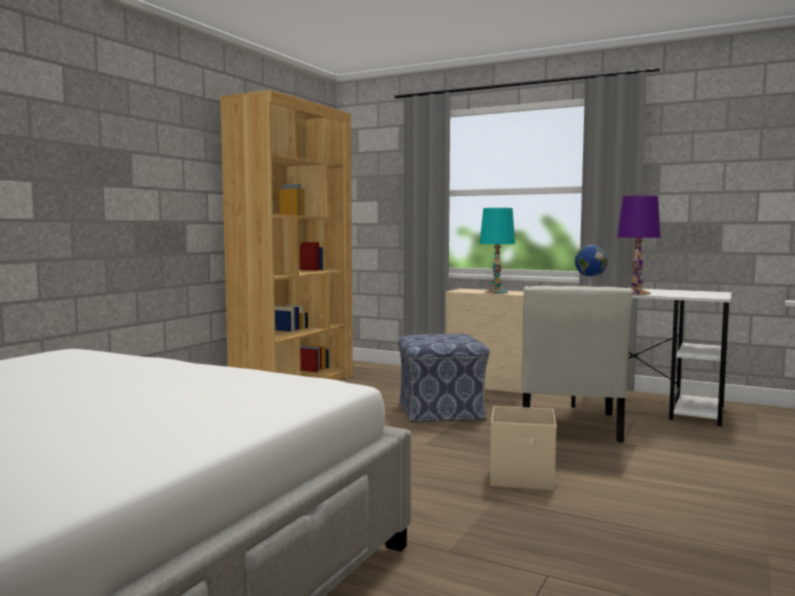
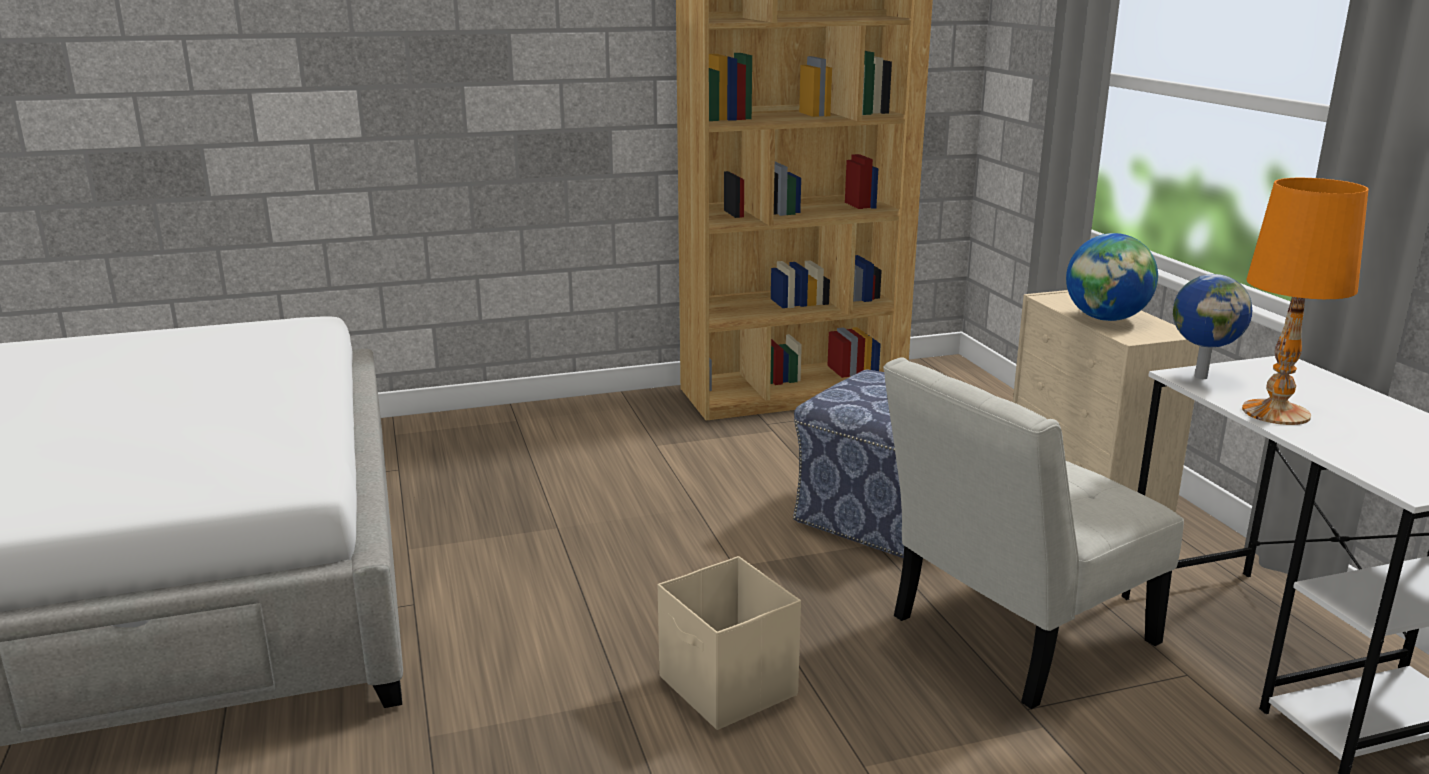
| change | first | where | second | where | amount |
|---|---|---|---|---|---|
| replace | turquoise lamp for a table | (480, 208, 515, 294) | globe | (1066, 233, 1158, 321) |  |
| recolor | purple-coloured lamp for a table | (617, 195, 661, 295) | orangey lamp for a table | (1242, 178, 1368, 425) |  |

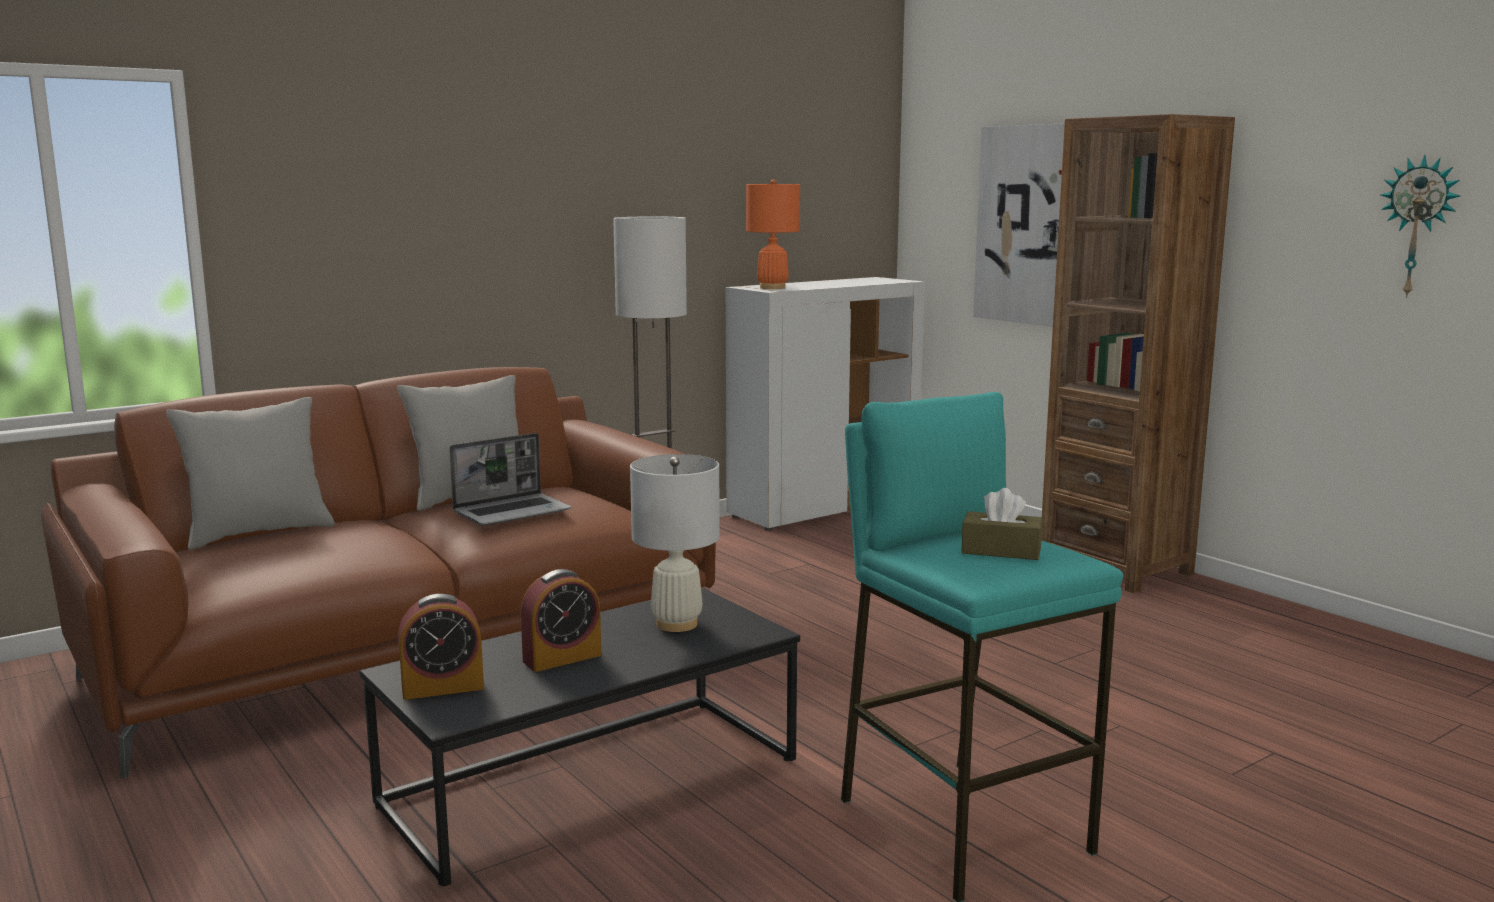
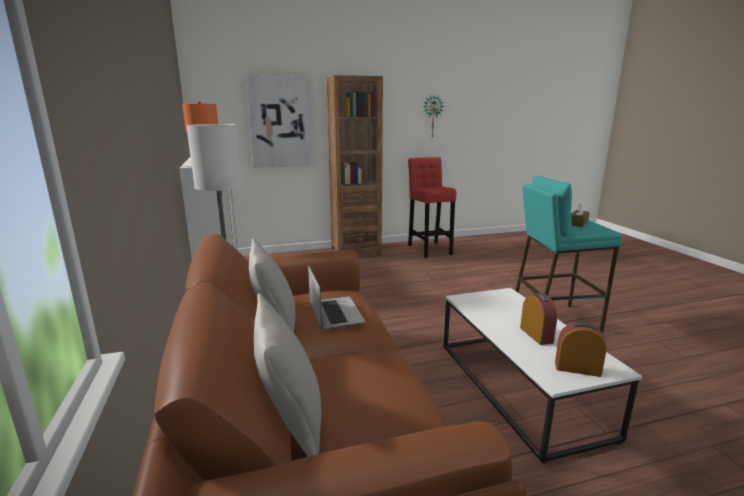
| change | first | where | second | where | amount |
|---|---|---|---|---|---|
| recolor | blackish lounge table | (360, 588, 800, 886) | whitish lounge table | (443, 288, 642, 464) |  |
| rotate | bedside clock | (398, 594, 484, 700) |  | (555, 321, 607, 377) | 75 degrees counterclockwise |
| delete | whitish lamp for a table | (630, 454, 720, 632) |  |  |  |
| insert |  |  | reddish sitting stool | (408, 157, 456, 258) |  |

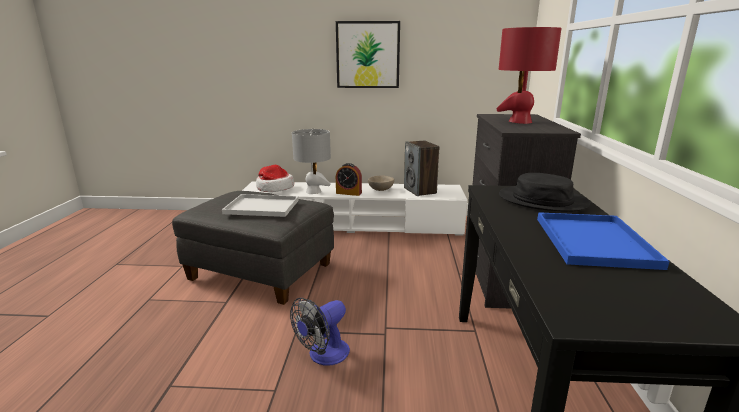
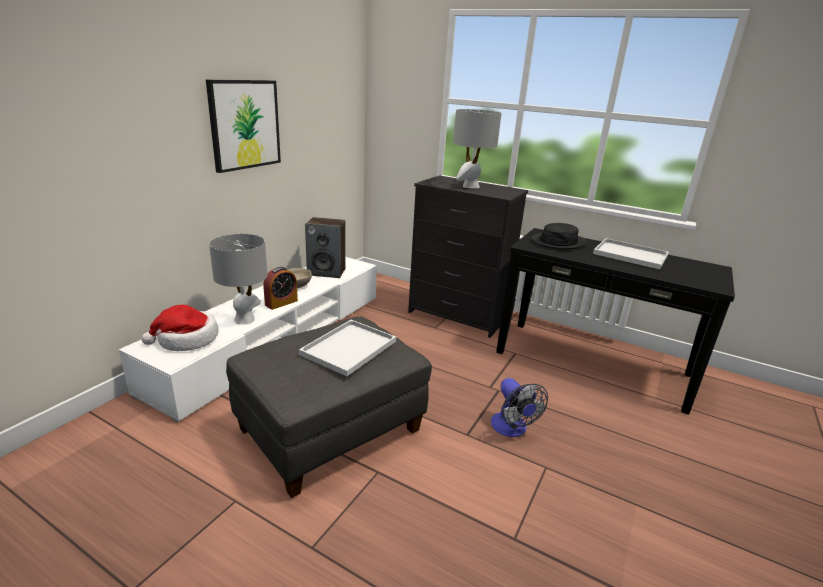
| change | first | where | second | where | amount |
|---|---|---|---|---|---|
| recolor | reddish lamp for a table | (496, 27, 562, 124) | grey lamp for a table | (453, 109, 502, 188) |  |
| recolor | bluish serving tray | (537, 212, 670, 270) | whitish serving tray | (593, 238, 669, 269) |  |

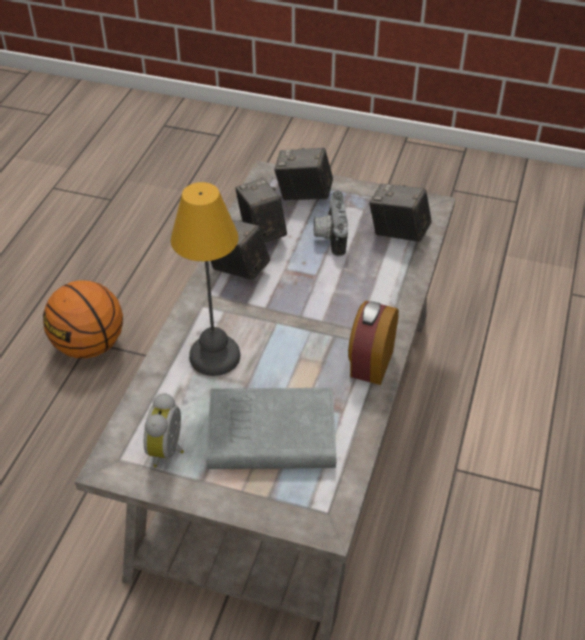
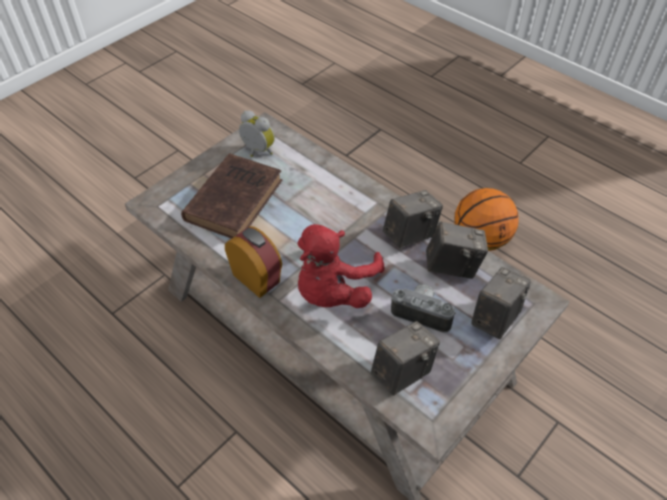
| change | first | where | second | where | amount |
|---|---|---|---|---|---|
| delete | lamp for a table | (171, 182, 240, 376) |  |  |  |
| recolor | grey volume | (206, 388, 337, 469) | brownish volume | (181, 153, 282, 239) |  |
| insert |  |  | reddish cuddly toy | (297, 224, 385, 308) |  |

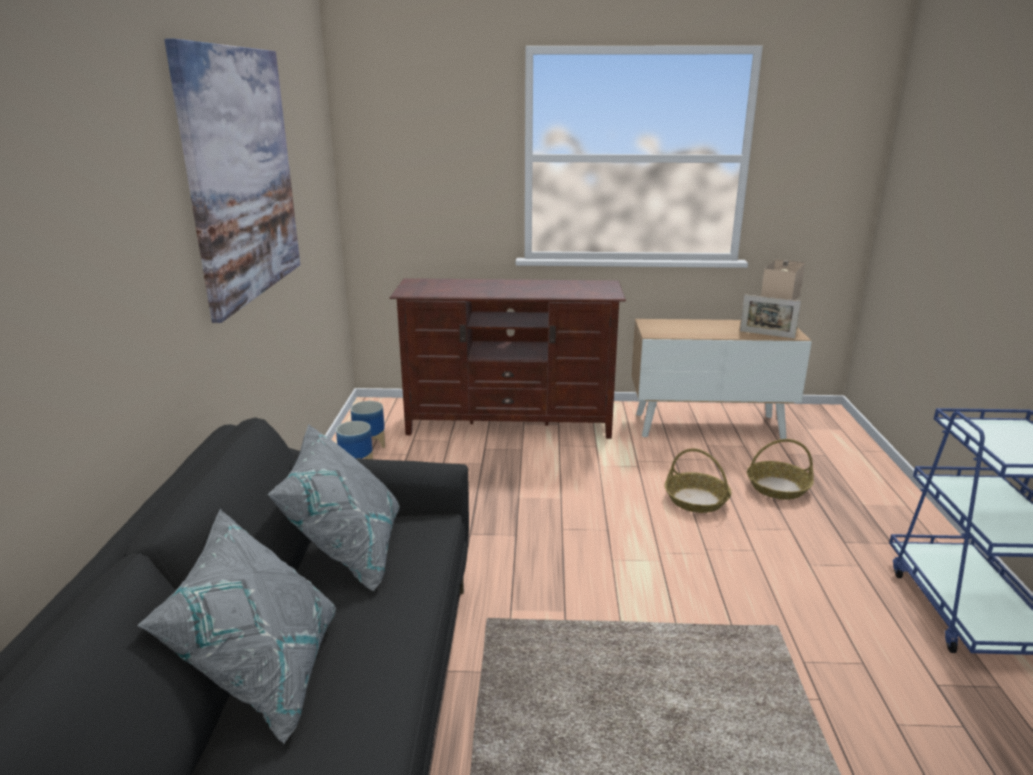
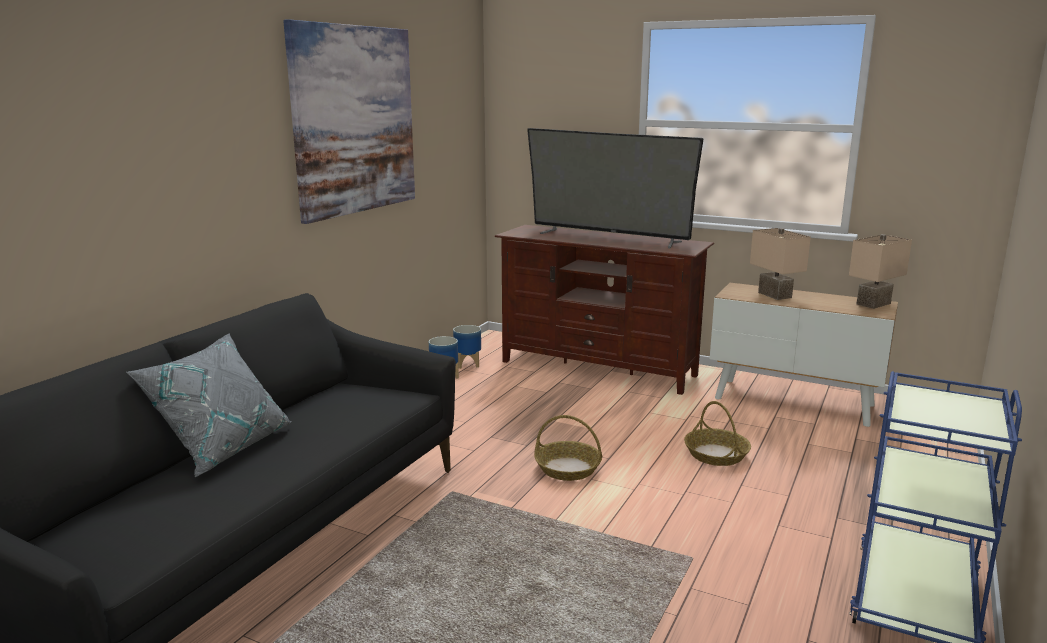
| change | first | where | second | where | amount |
|---|---|---|---|---|---|
| delete | grey pillow | (267, 424, 400, 592) |  |  |  |
| delete | standing frame | (740, 294, 801, 339) |  |  |  |
| move | storage basket | (747, 439, 814, 500) |  | (535, 415, 602, 481) |  |
| insert |  |  | TV set | (527, 128, 703, 248) |  |
| insert |  |  | beige-coloured lamp for a table | (750, 228, 811, 300) |  |

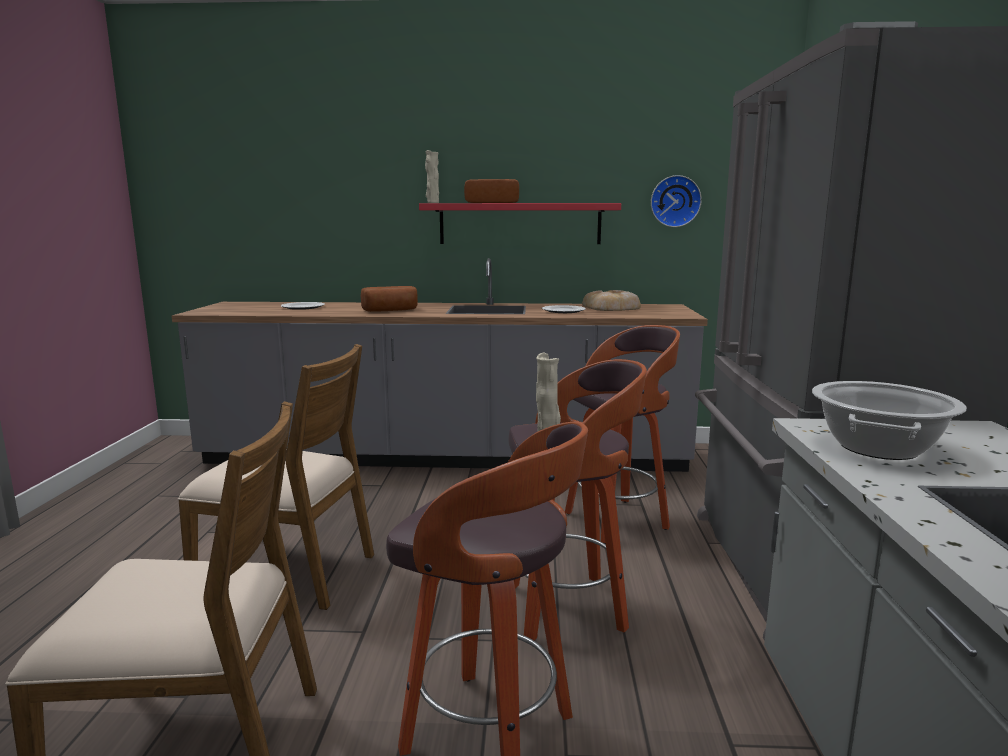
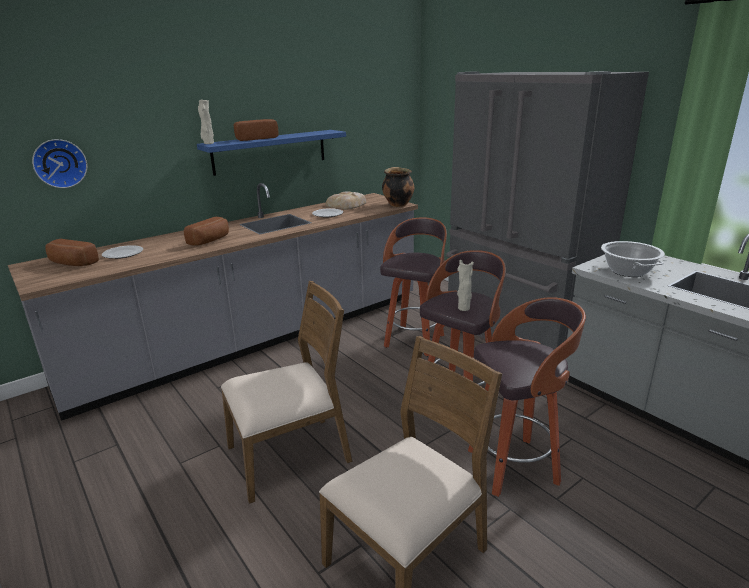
| change | first | where | second | where | amount |
|---|---|---|---|---|---|
| recolor | reddish shelf | (419, 203, 621, 244) | bluish shelf | (197, 130, 346, 176) |  |
| move | clock on the wall | (651, 175, 702, 227) |  | (32, 139, 87, 188) |  |
| insert |  |  | baked bread | (45, 239, 99, 266) |  |
| insert |  |  | stockpot | (382, 167, 414, 207) |  |

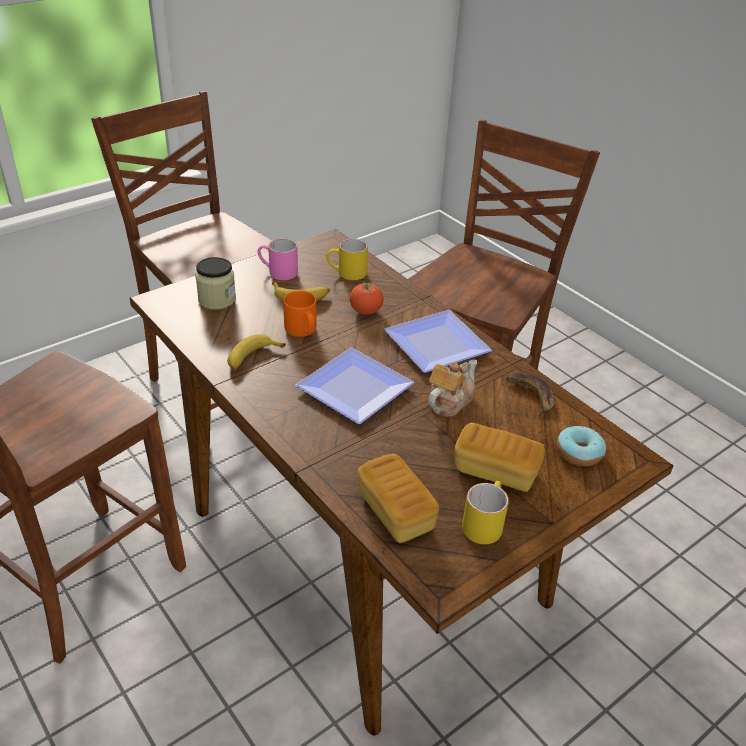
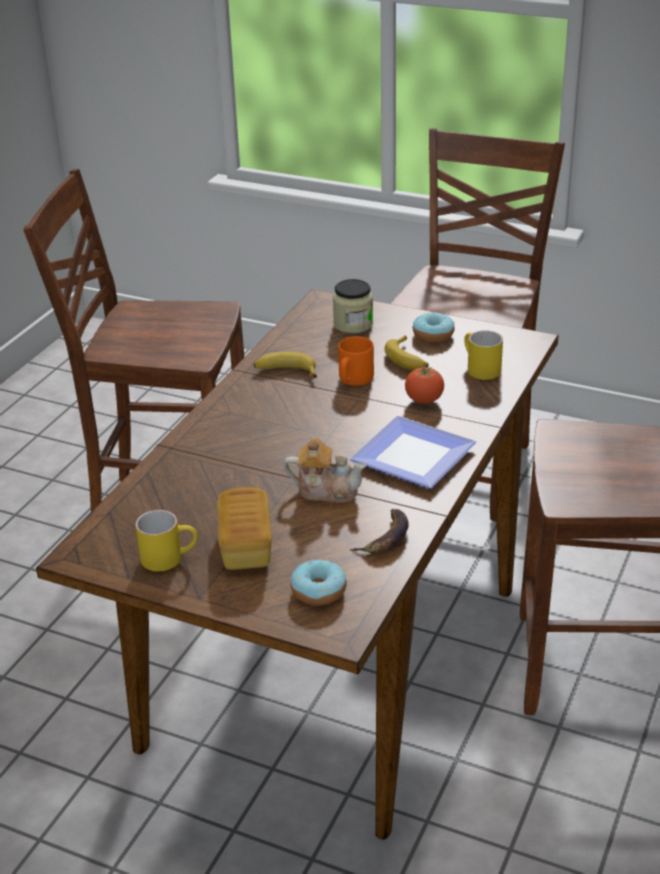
| change | first | where | second | where | amount |
|---|---|---|---|---|---|
| replace | pink mug | (258, 238, 298, 280) | doughnut | (413, 313, 455, 342) |  |
| delete | dinner plate | (295, 348, 414, 424) |  |  |  |
| delete | baked bread | (357, 454, 439, 543) |  |  |  |

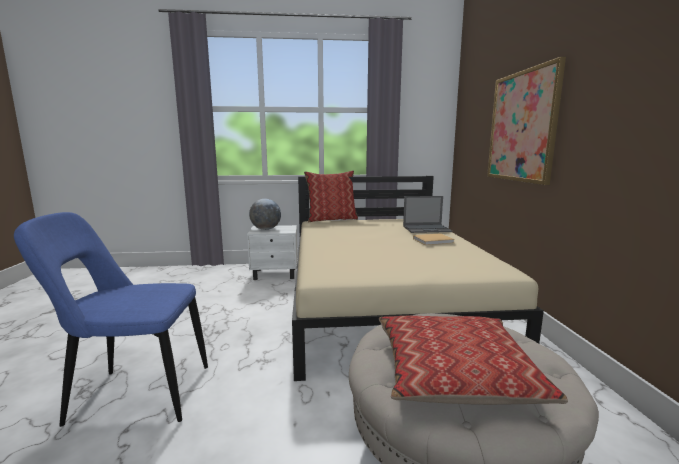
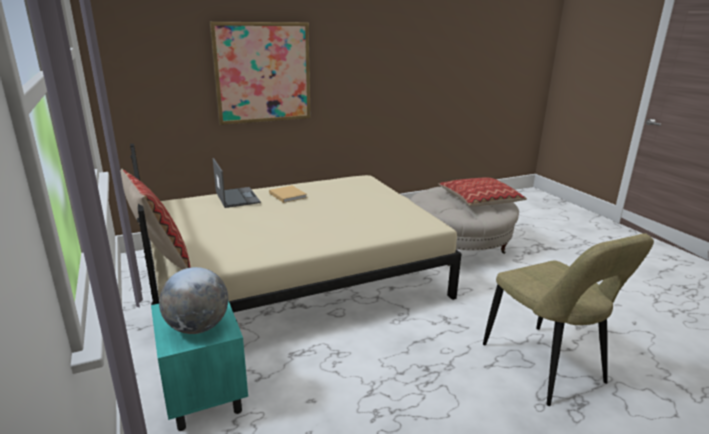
| change | first | where | second | where | amount |
|---|---|---|---|---|---|
| recolor | bluish plain chair | (14, 212, 208, 427) | beige-coloured plain chair | (483, 233, 654, 406) |  |
| recolor | whitish night table | (247, 225, 298, 280) | turquoise night table | (151, 300, 248, 431) |  |

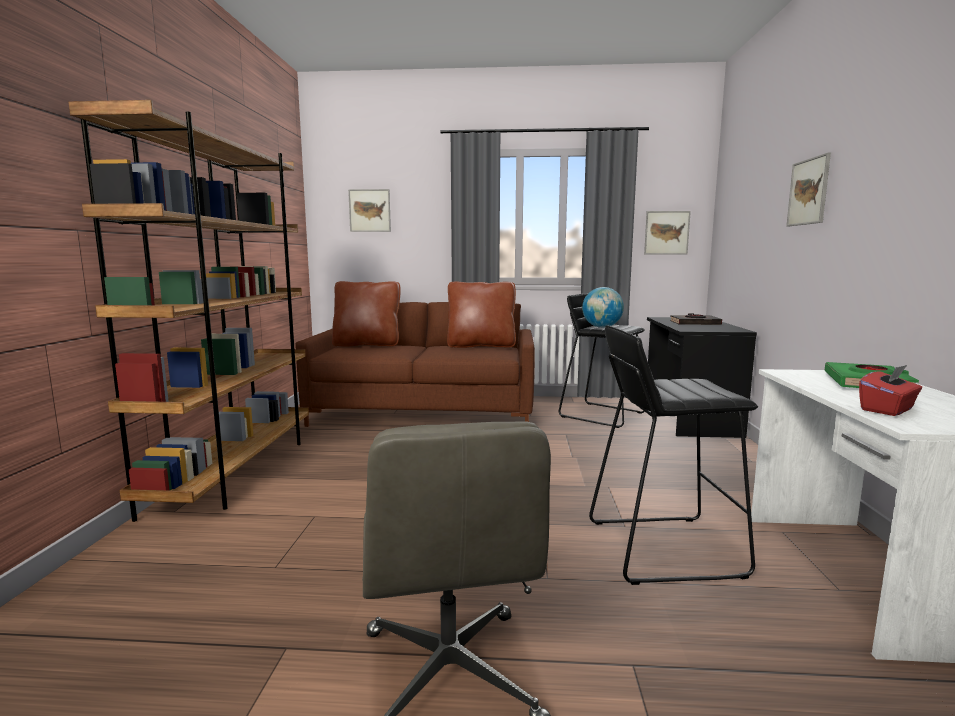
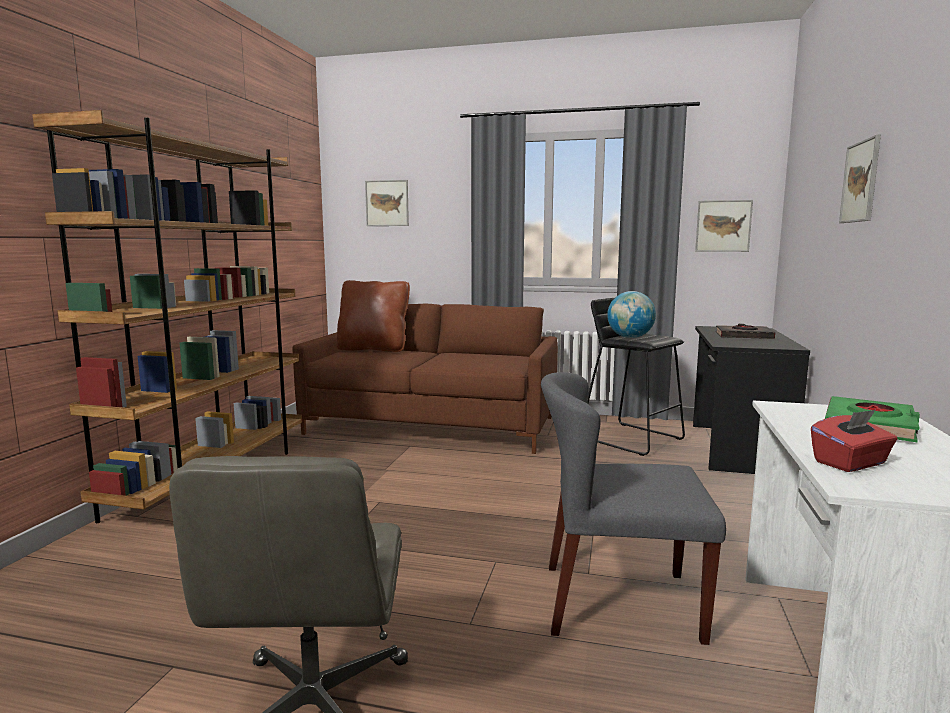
| change | first | where | second | where | amount |
|---|---|---|---|---|---|
| delete | brownish pillow | (447, 282, 516, 348) |  |  |  |
| replace | blackish sitting stool | (589, 326, 758, 585) | grey plain chair | (541, 372, 726, 645) |  |

